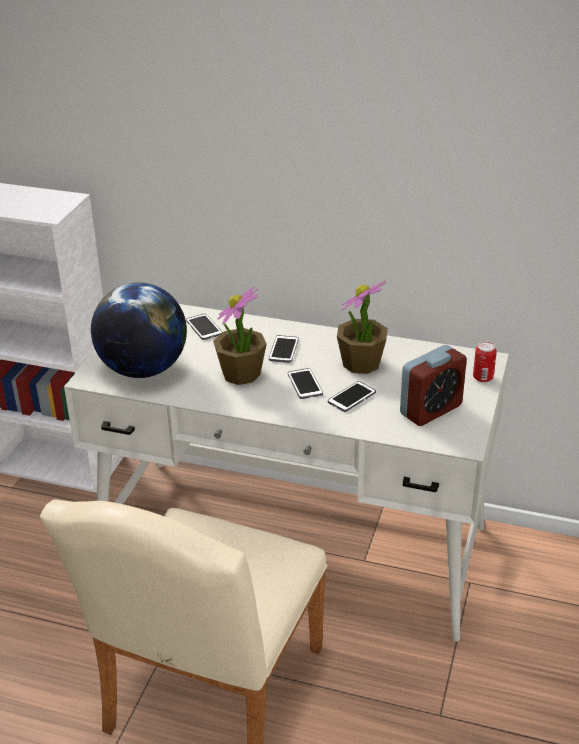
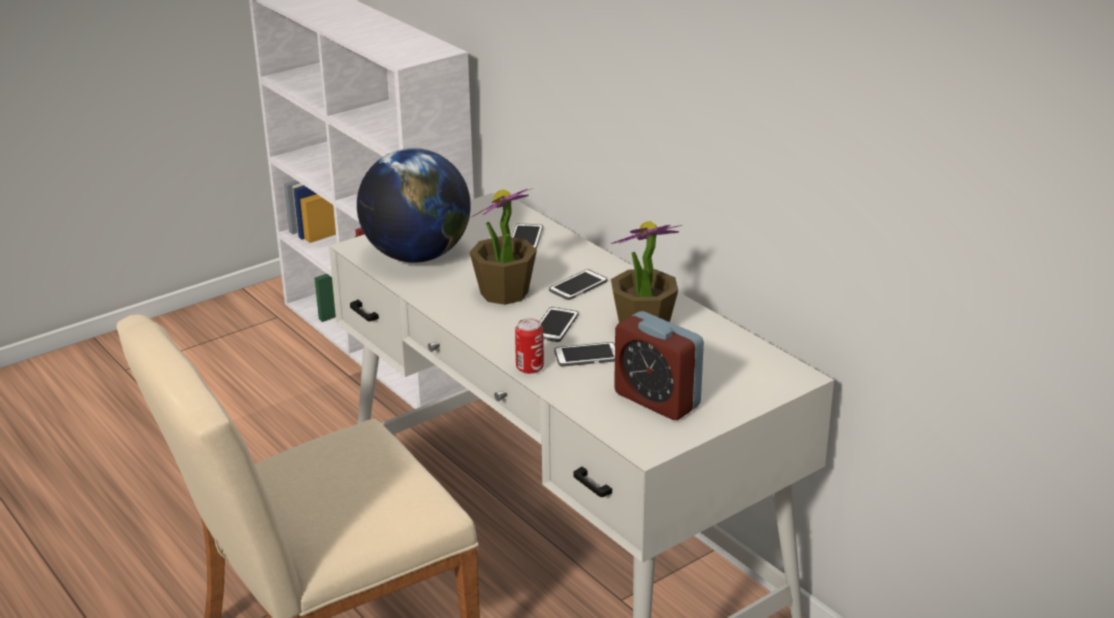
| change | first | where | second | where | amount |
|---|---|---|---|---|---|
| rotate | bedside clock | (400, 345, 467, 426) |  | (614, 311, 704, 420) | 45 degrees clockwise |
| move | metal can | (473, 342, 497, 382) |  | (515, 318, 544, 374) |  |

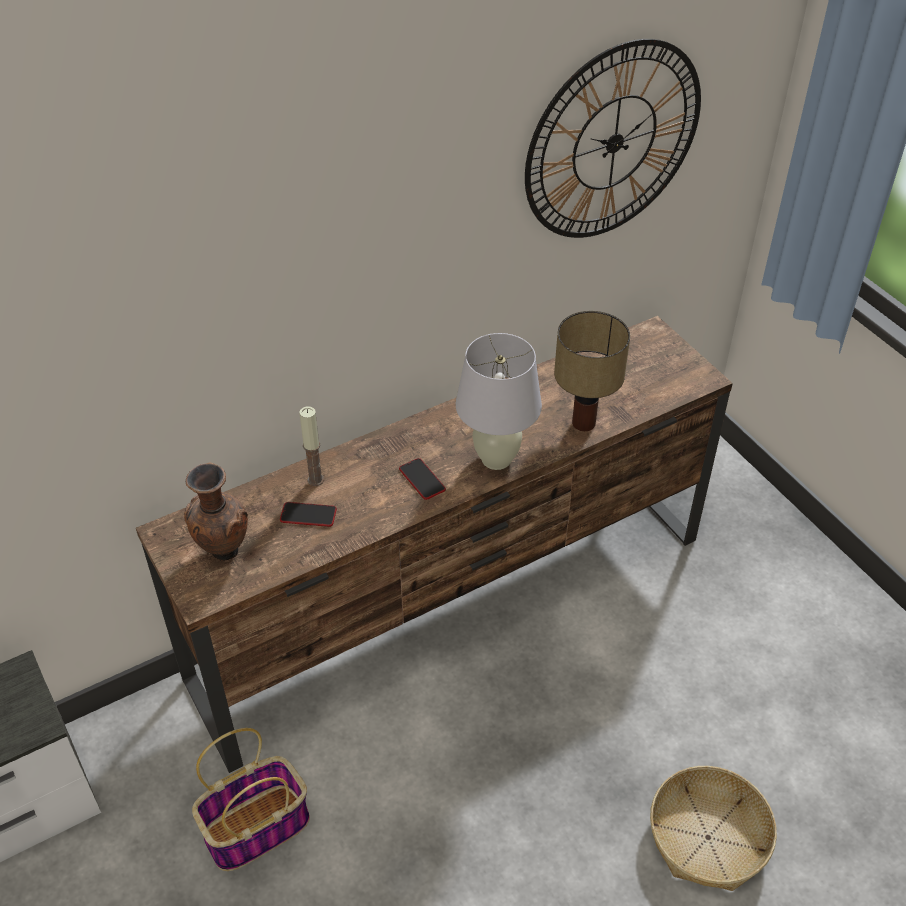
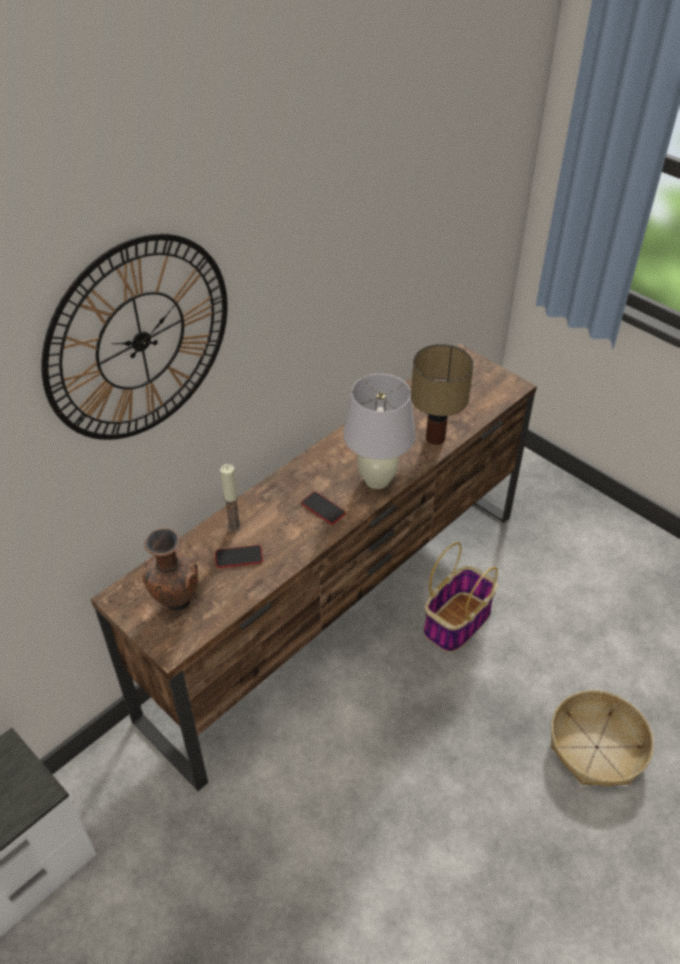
| change | first | where | second | where | amount |
|---|---|---|---|---|---|
| move | storage basket | (192, 728, 310, 871) |  | (424, 542, 498, 653) |  |
| move | clock on the wall | (525, 39, 701, 238) |  | (41, 233, 228, 440) |  |

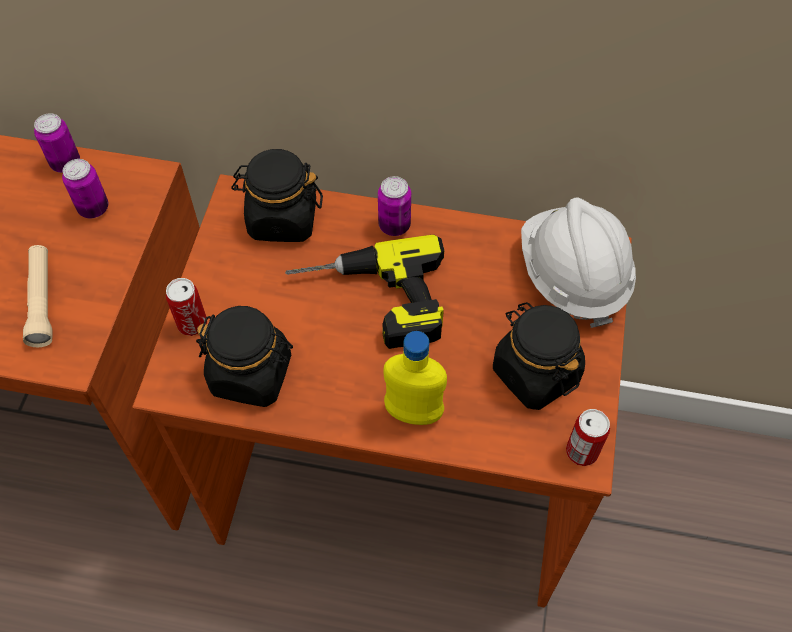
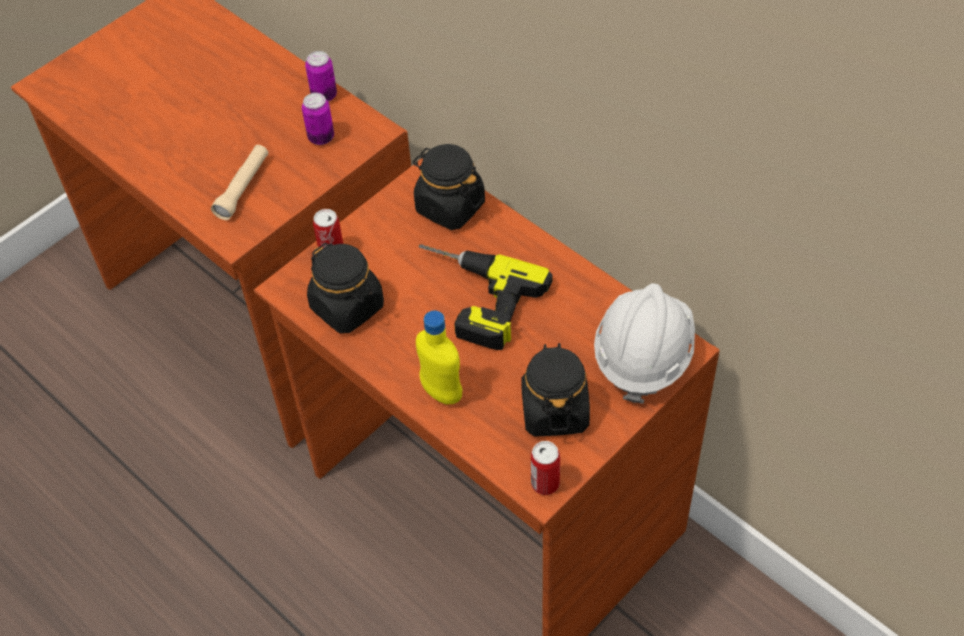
| change | first | where | second | where | amount |
|---|---|---|---|---|---|
| delete | metal can | (378, 176, 411, 236) |  |  |  |

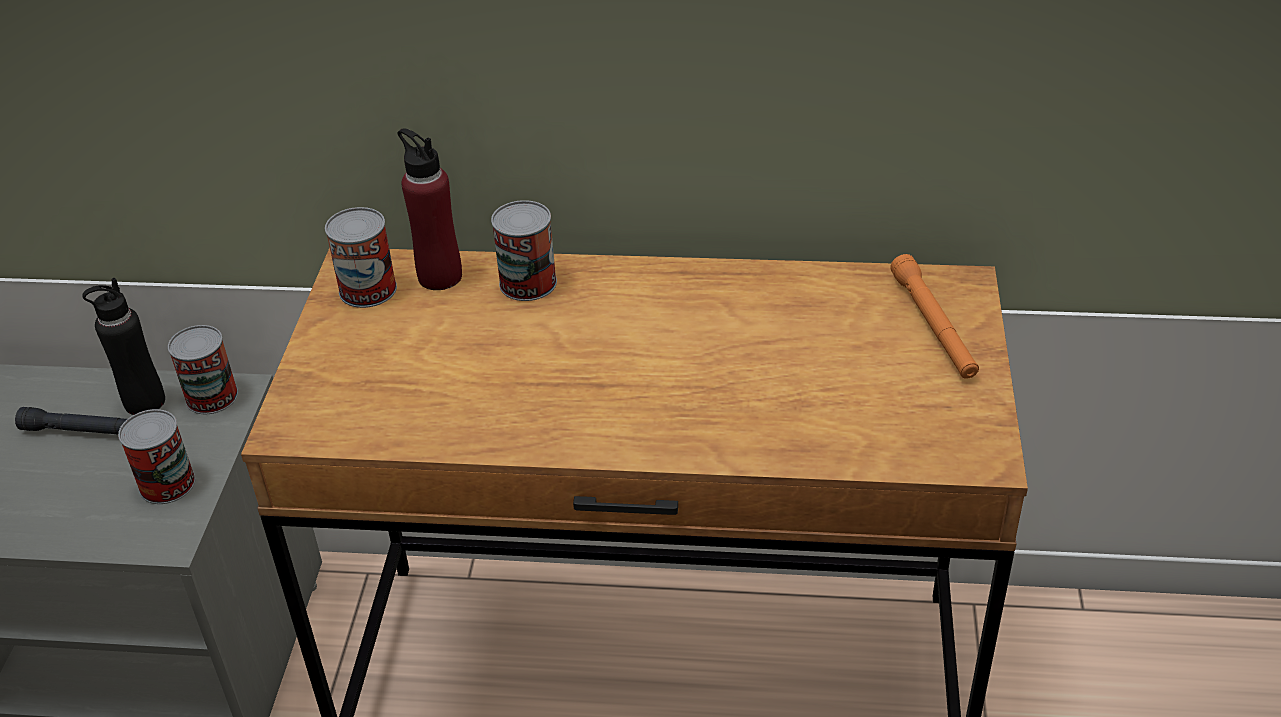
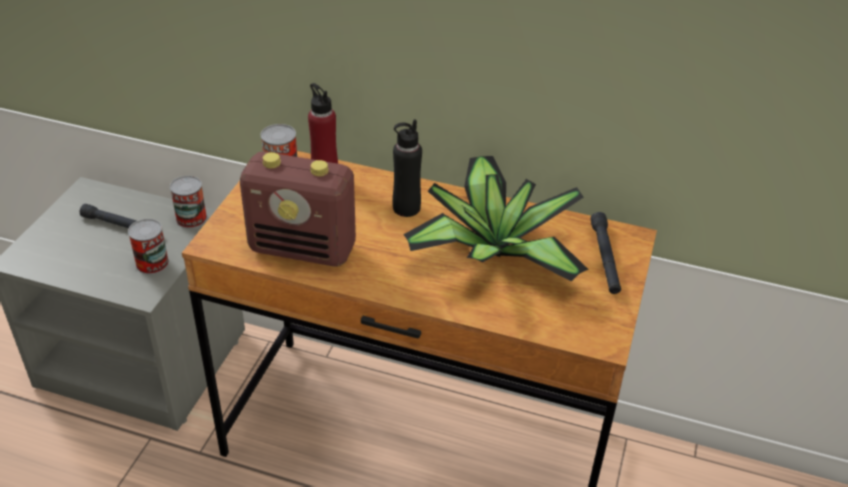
| change | first | where | second | where | amount |
|---|---|---|---|---|---|
| move | blackish beverage bottle | (82, 278, 165, 415) |  | (393, 119, 422, 217) |  |
| delete | metal can | (491, 200, 557, 301) |  |  |  |
| recolor | orangey flashlight | (890, 254, 979, 379) | blackish flashlight | (590, 212, 621, 294) |  |
| insert |  |  | radio set | (240, 152, 356, 267) |  |
| insert |  |  | plant in a pot | (403, 156, 588, 282) |  |

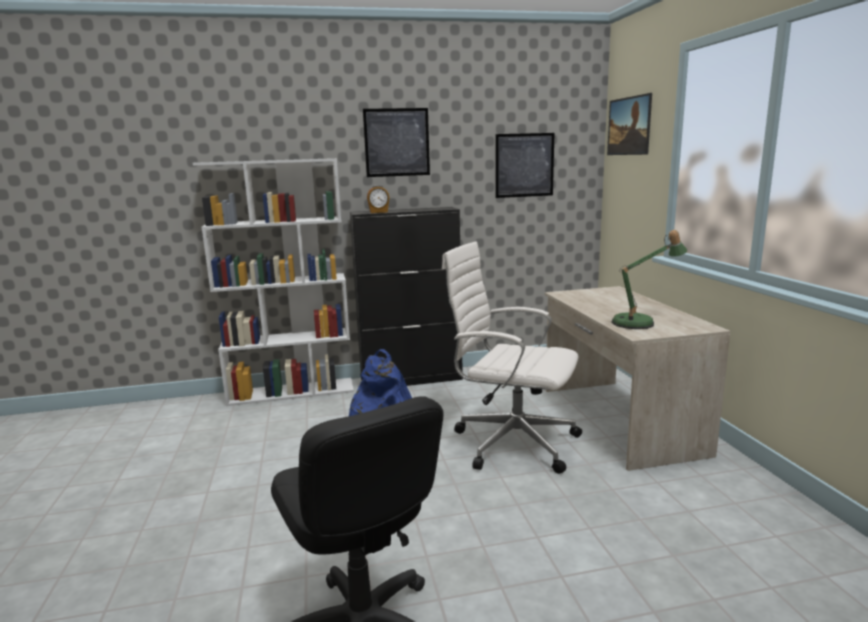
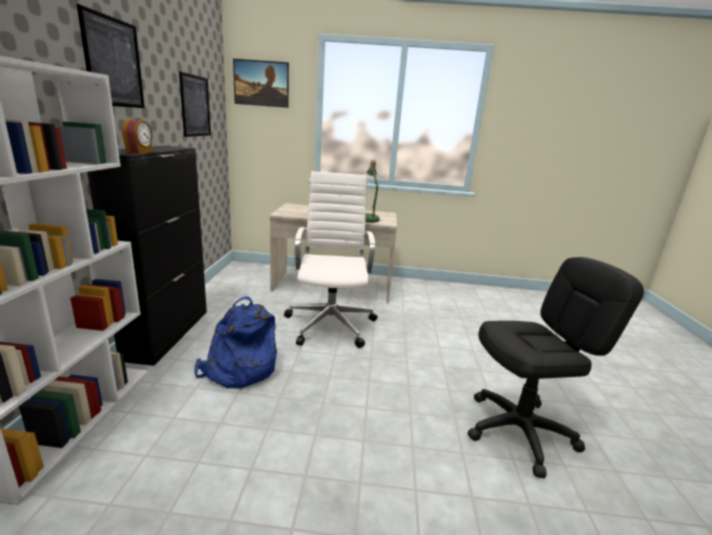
| change | first | where | second | where | amount |
|---|---|---|---|---|---|
| rotate | whitish office chair | (442, 241, 582, 474) |  | (284, 171, 377, 348) | 135 degrees clockwise |

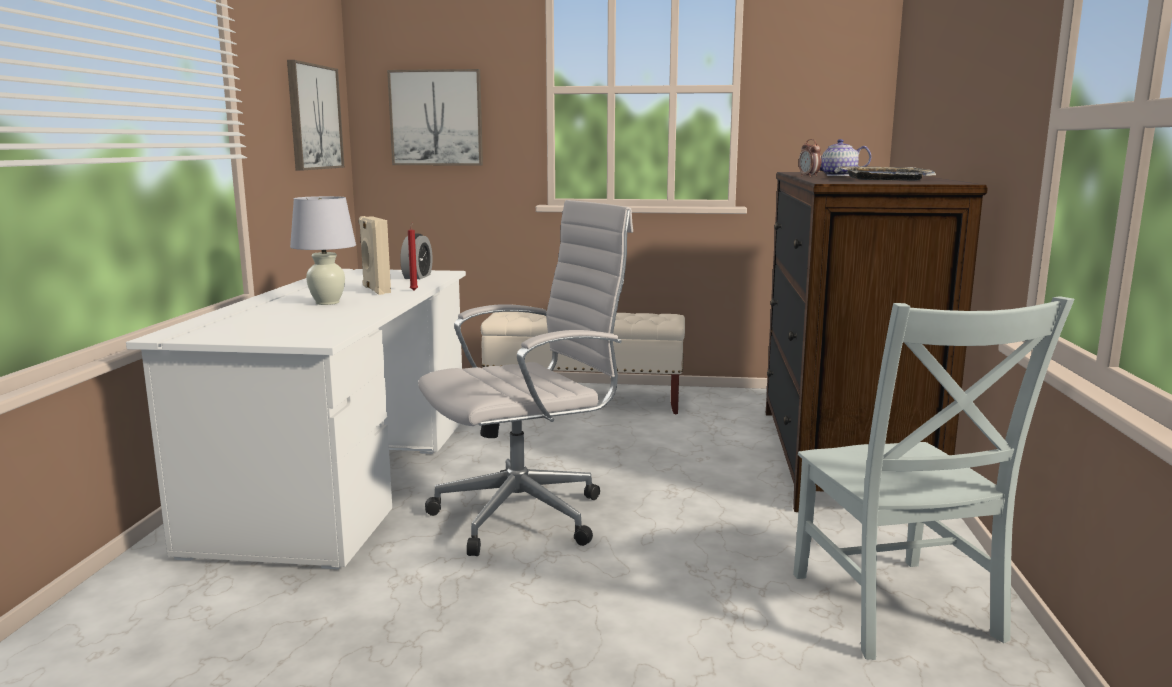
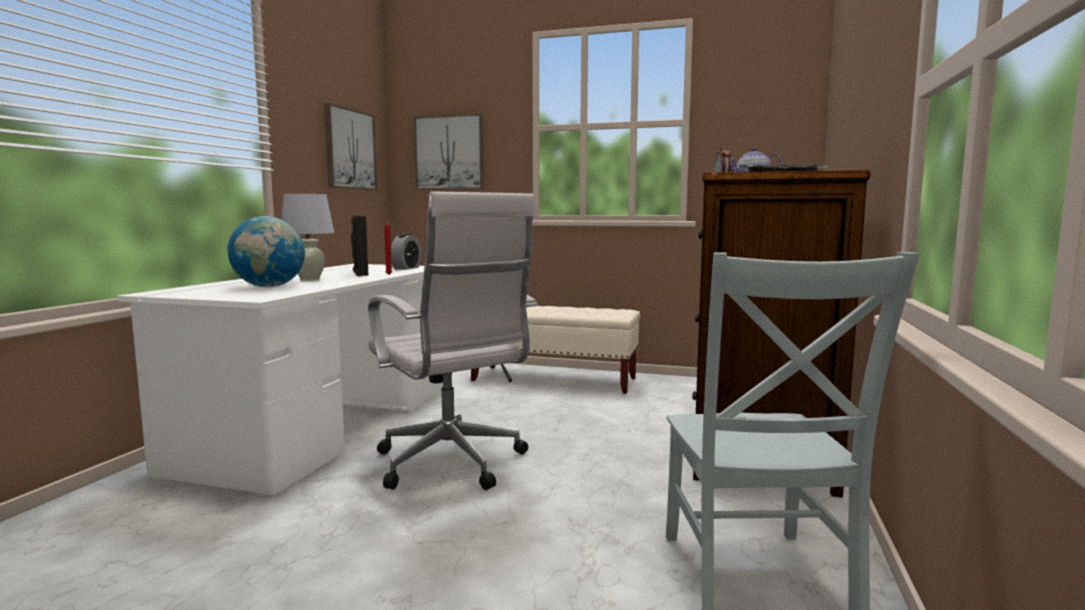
| change | first | where | second | where | amount |
|---|---|---|---|---|---|
| recolor | beige-coloured speaker | (359, 216, 391, 295) | blackish speaker | (351, 216, 369, 276) |  |
| rotate | whitish office chair | (418, 200, 633, 556) |  | (368, 191, 537, 490) | 75 degrees clockwise |
| insert |  |  | globe | (228, 216, 305, 287) |  |

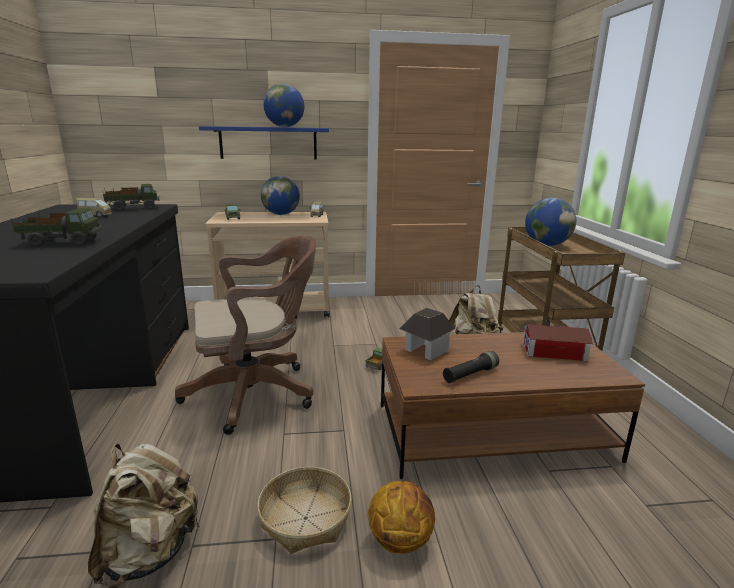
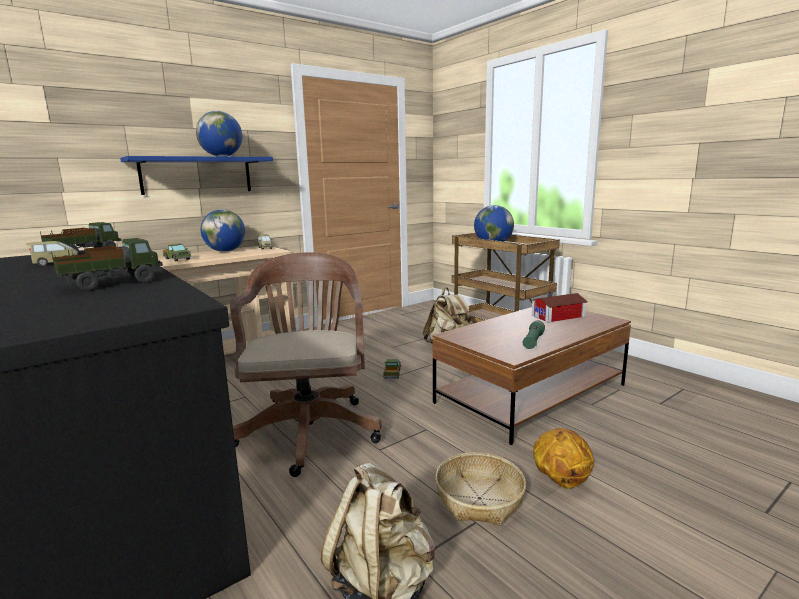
| change | first | where | second | where | amount |
|---|---|---|---|---|---|
| rotate | brownish office chair | (175, 236, 317, 435) |  | (230, 252, 382, 477) | 45 degrees counterclockwise |
| delete | model house | (399, 308, 455, 360) |  |  |  |
| recolor | blackish flashlight | (443, 351, 499, 383) | greenish flashlight | (523, 320, 545, 349) |  |

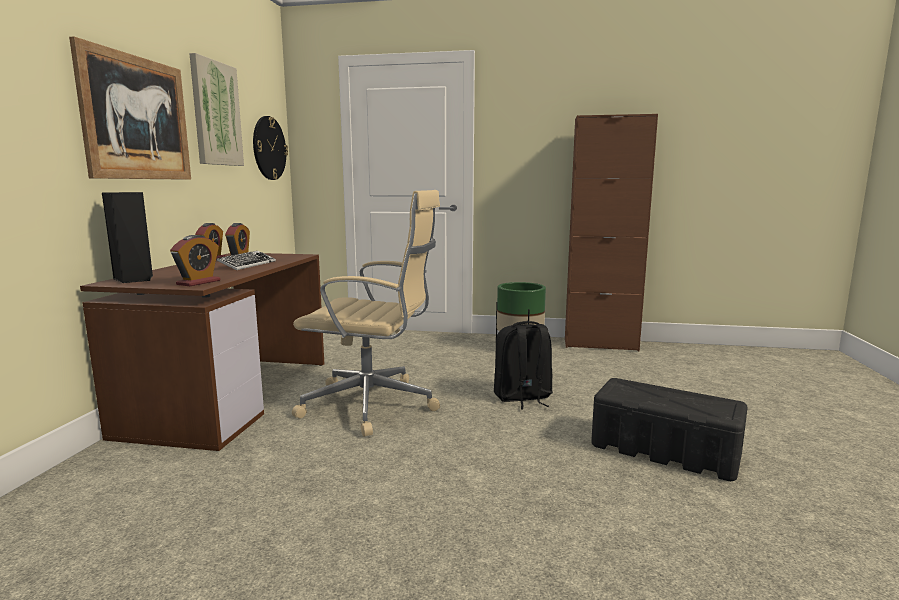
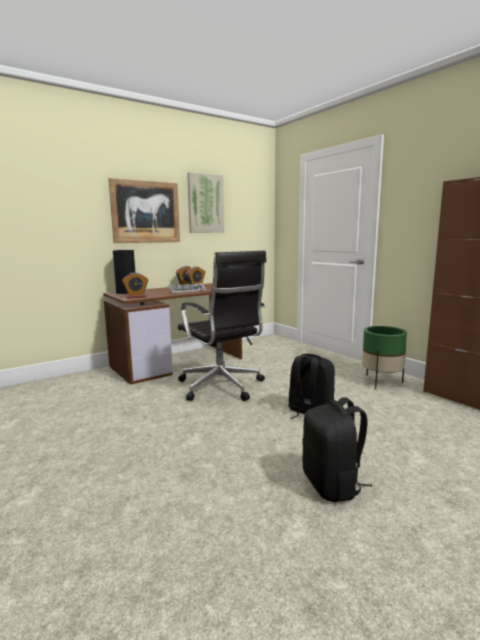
| change | first | where | second | where | amount |
|---|---|---|---|---|---|
| delete | clock on the wall | (253, 116, 288, 180) |  |  |  |
| recolor | beige-coloured office chair | (292, 190, 440, 437) | blackish office chair | (178, 251, 267, 401) |  |
| replace | blackish storage bin | (591, 378, 748, 481) | blackish rucksack | (302, 397, 372, 502) |  |

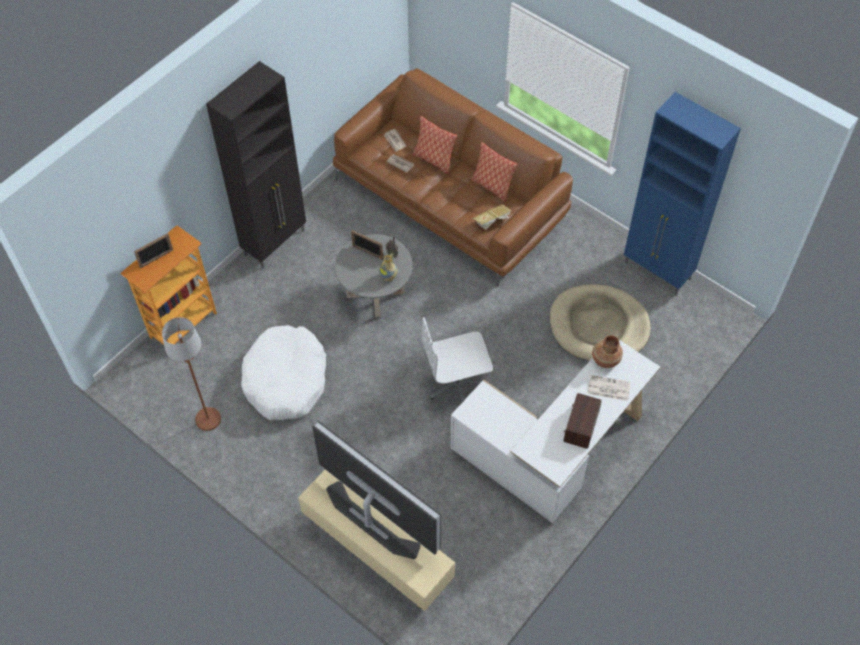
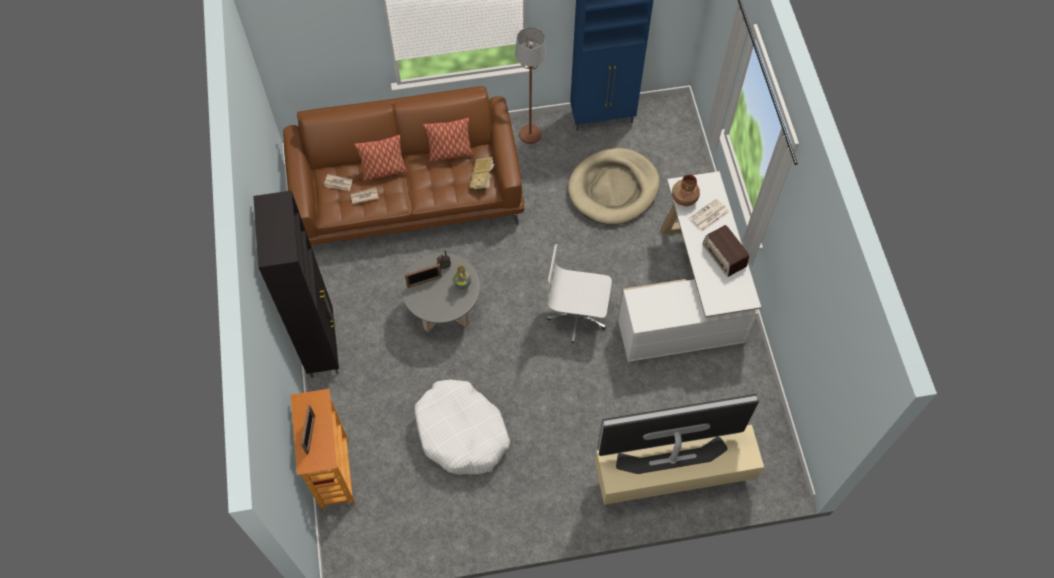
| change | first | where | second | where | amount |
|---|---|---|---|---|---|
| move | brownish standing lamp | (162, 317, 221, 431) |  | (515, 27, 546, 144) |  |
| rotate | whitish office chair | (422, 317, 493, 402) |  | (546, 244, 612, 343) | 75 degrees clockwise |

